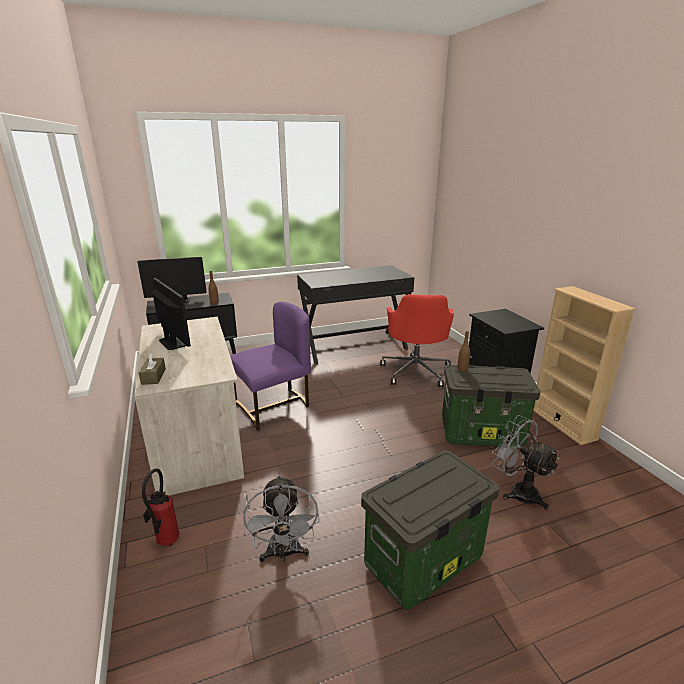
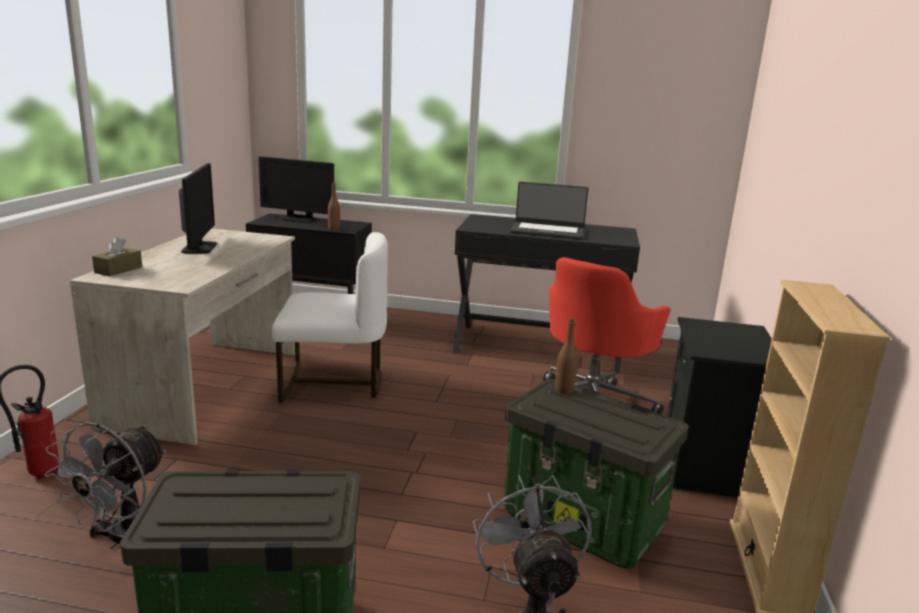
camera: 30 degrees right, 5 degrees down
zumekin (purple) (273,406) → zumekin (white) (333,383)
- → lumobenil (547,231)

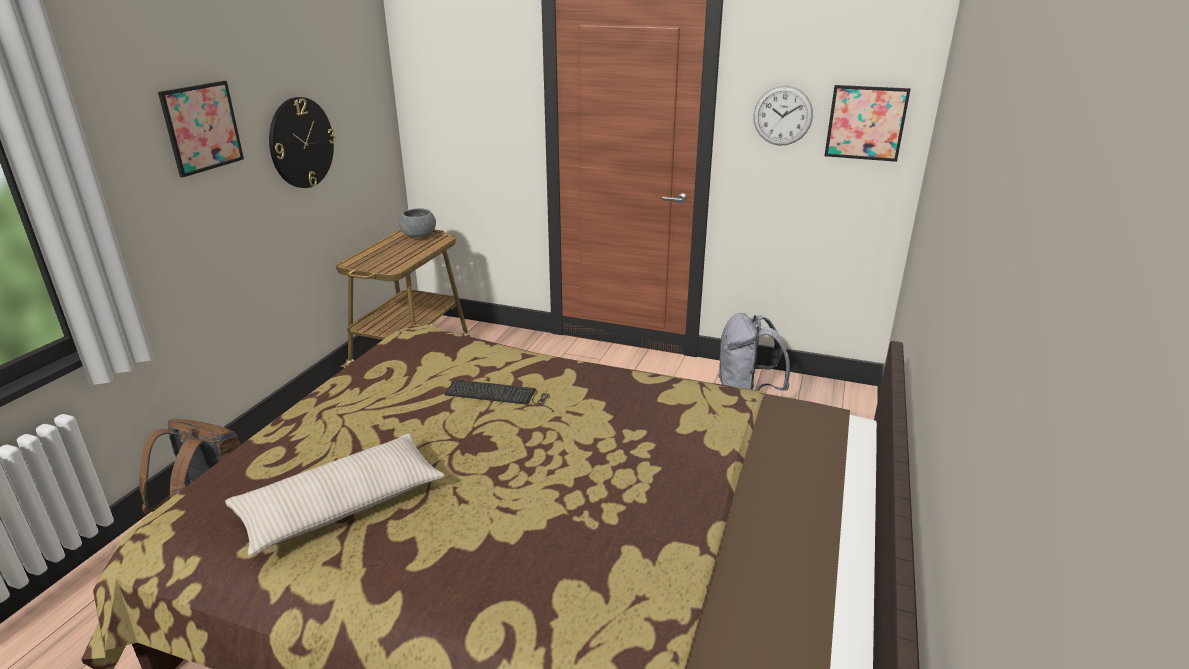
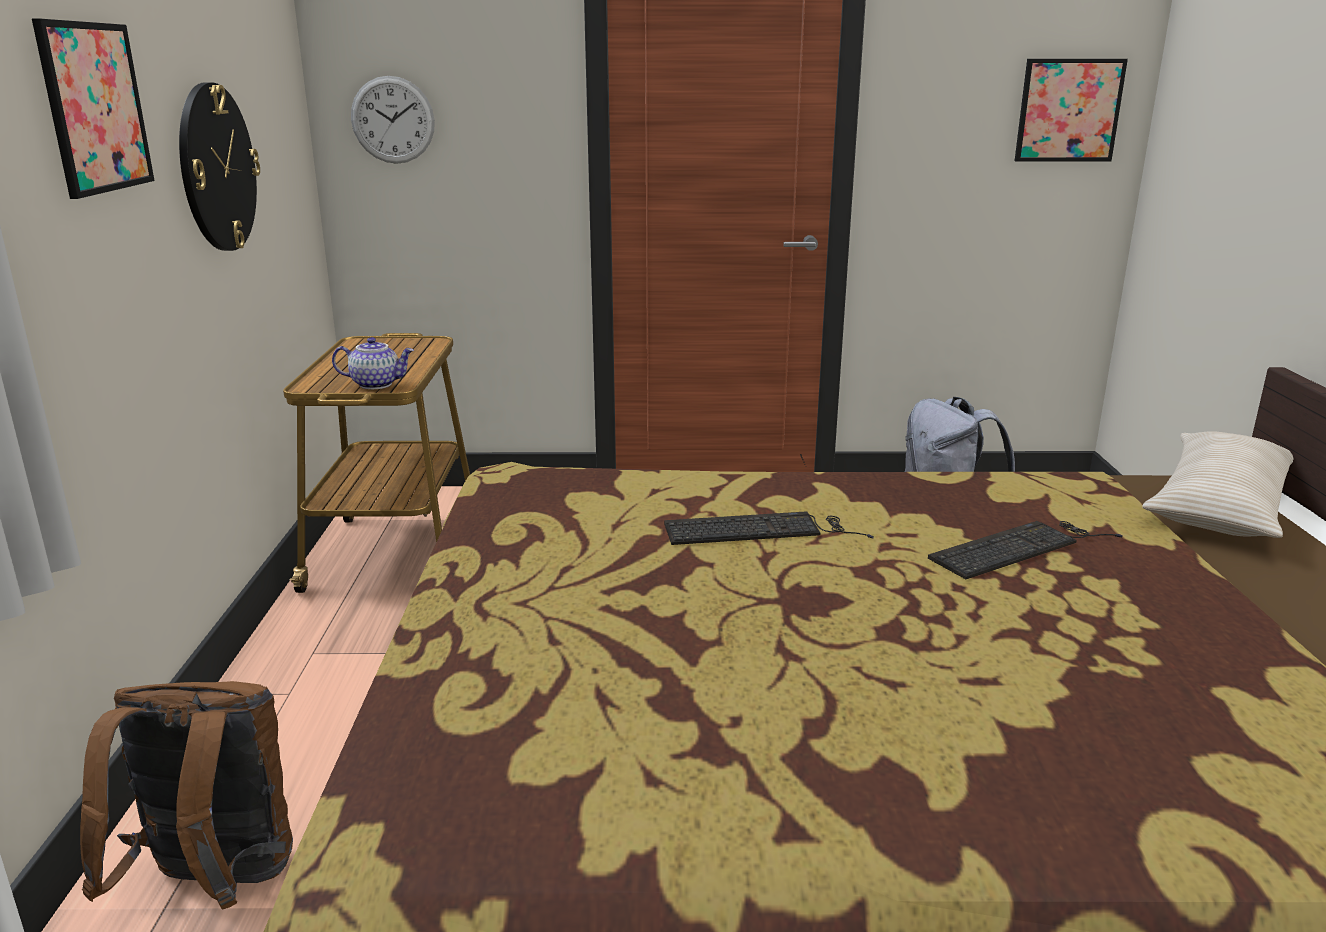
camera: 20 degrees left, 5 degrees down
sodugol (782,115) → sodugol (392,120), relocated
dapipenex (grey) (419,236) → -
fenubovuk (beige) (342,505) → fenubovuk (beige) (1219,505), relocated
- → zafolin (377,384)
- → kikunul (1019,547)

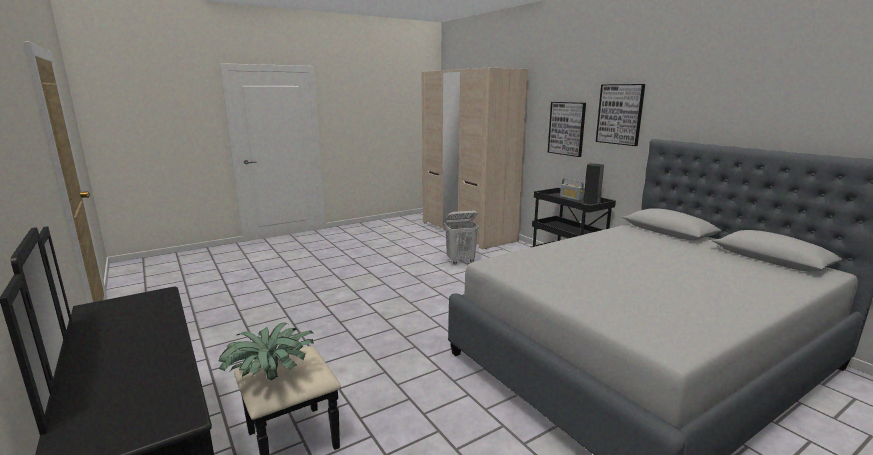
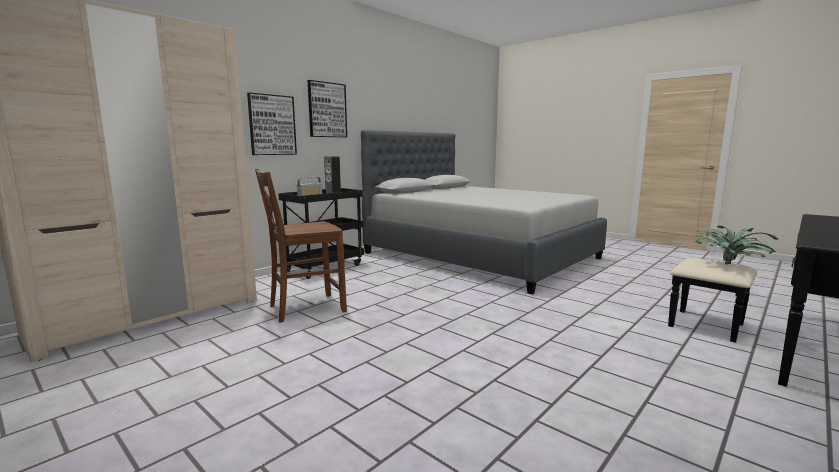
camera: 105 degrees left, 5 degrees down
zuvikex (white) (461,261) → zumekin (brown) (305,308)

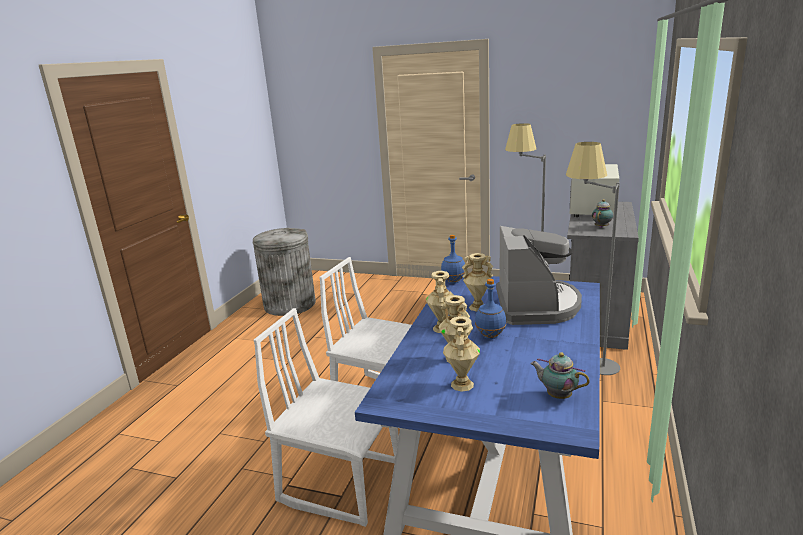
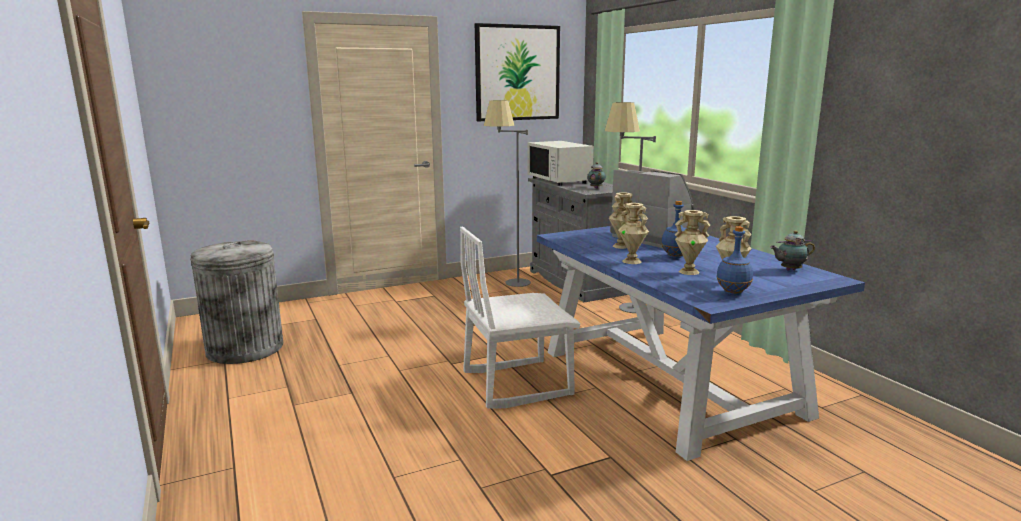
camera: 45 degrees left, 5 degrees down
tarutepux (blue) (453,281) → tarutepux (blue) (732,293), relocated
zumekin (white) (342,481) → -
- → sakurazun (517,73)

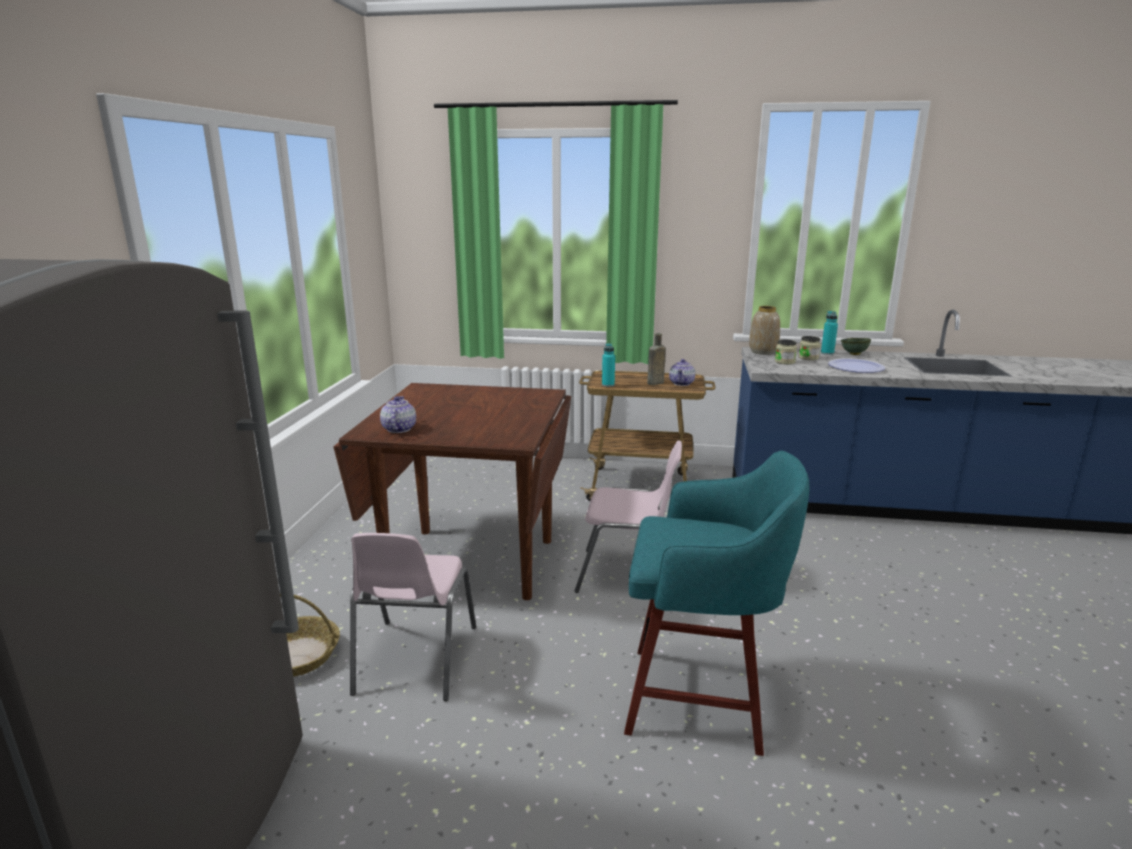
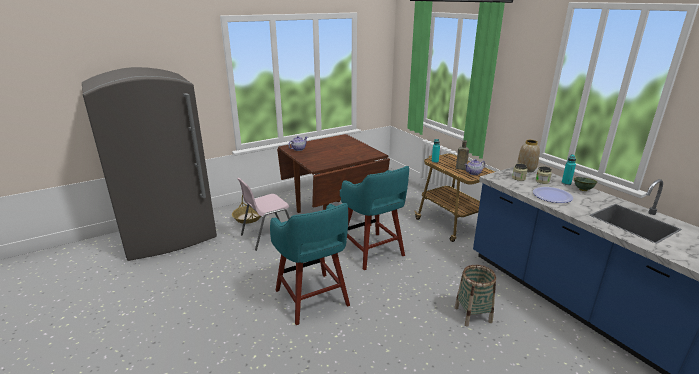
camera: 50 degrees right, 5 degrees up
zumekin (pink) (628,575) → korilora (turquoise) (372,252)
- → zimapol (473,315)

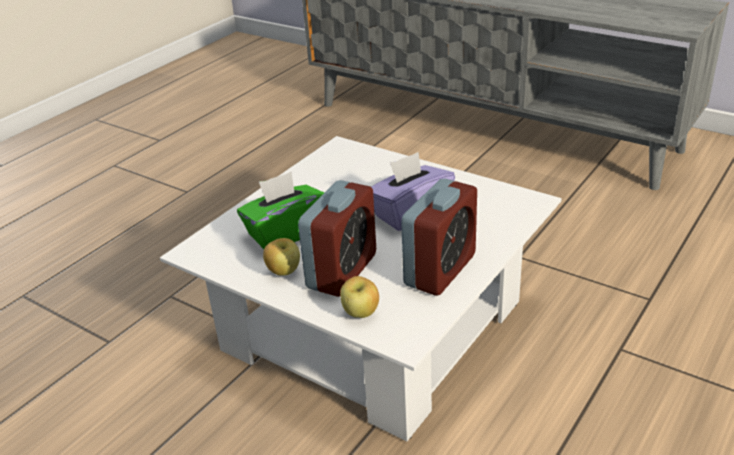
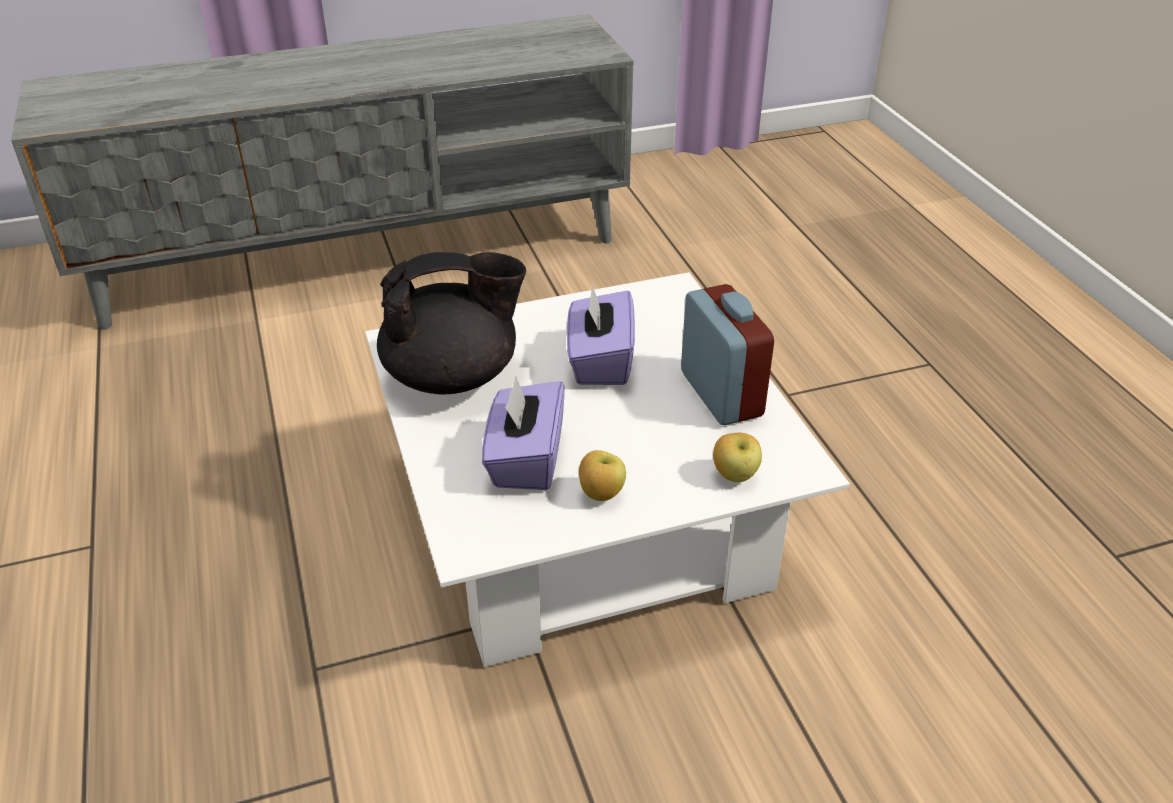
camera: 55 degrees left, 5 degrees up
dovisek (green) (285,233) → dovisek (purple) (525,460)
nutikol (342,271) → -
- → zafolin (black) (454,376)

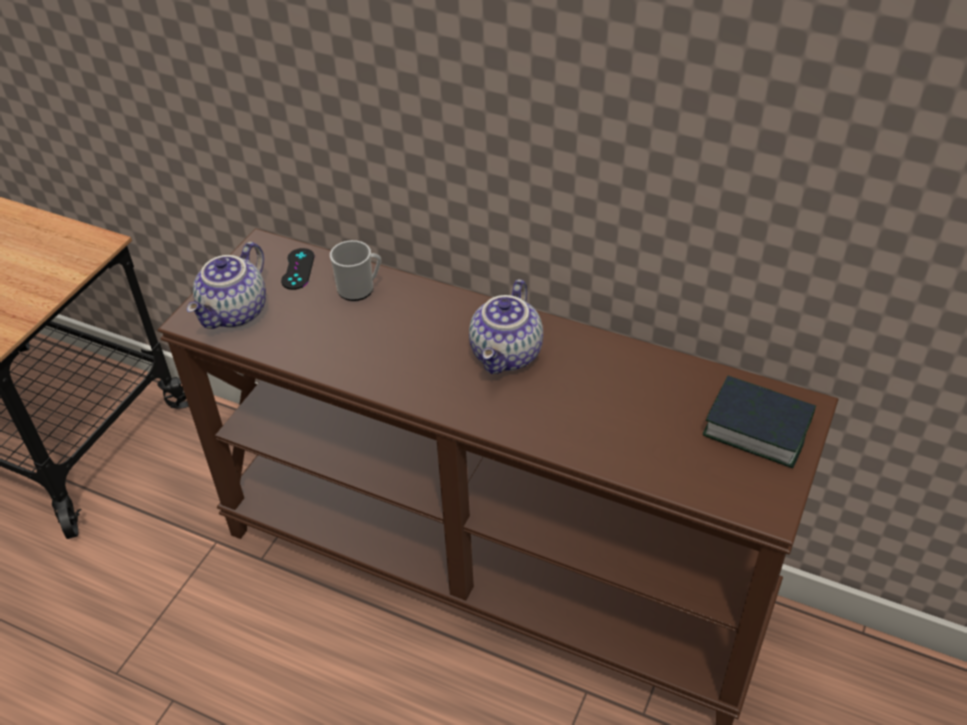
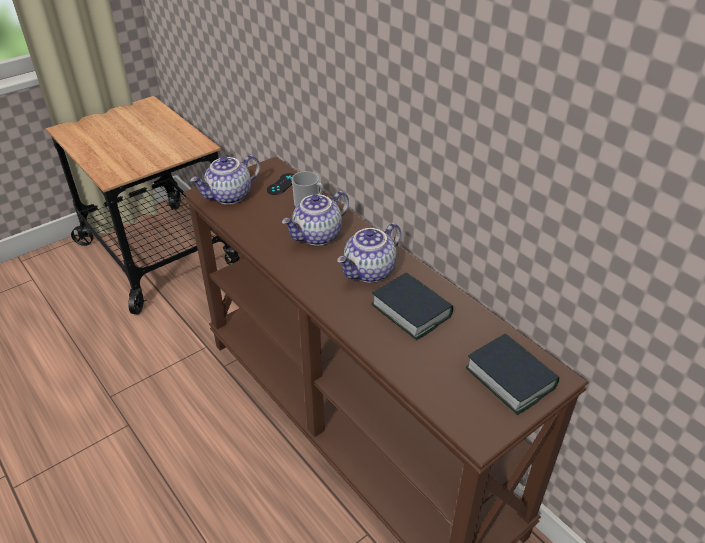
camera: 25 degrees right, 5 degrees down
- → zafolin (318,236)
- → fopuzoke (411,310)

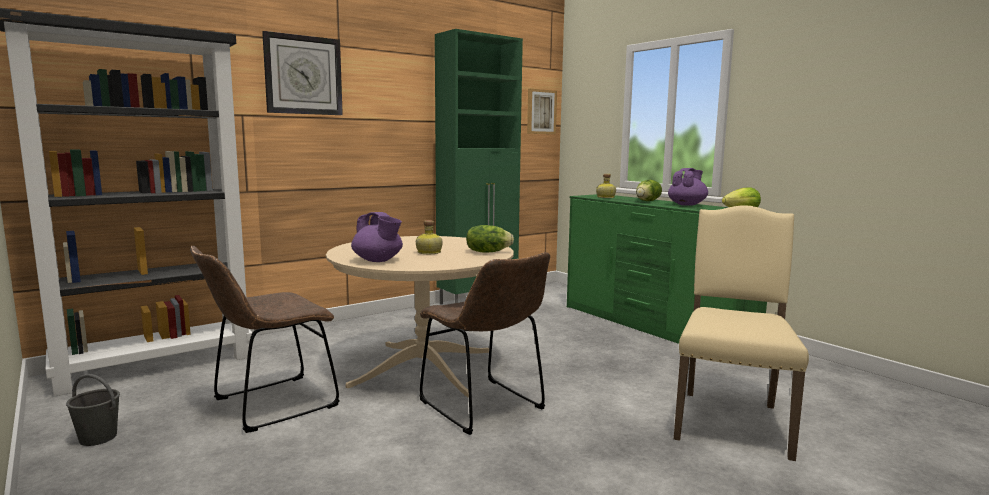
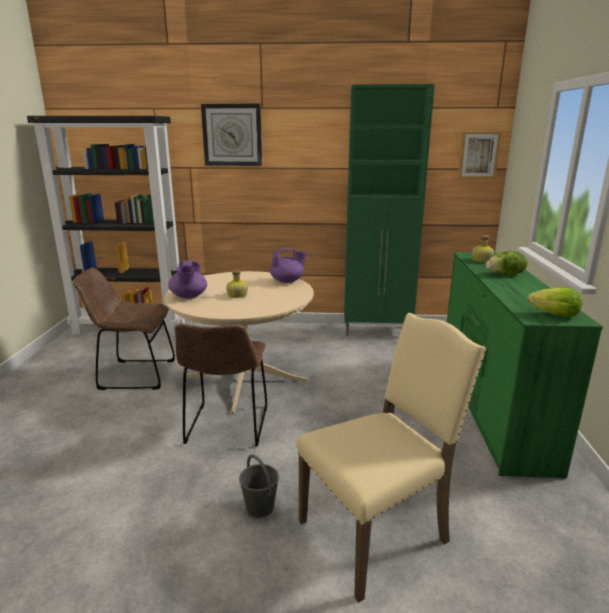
camera: 40 degrees right, 10 degrees up
zafolin (purple) (687,205) → zafolin (purple) (288,281), relocated
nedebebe (488,252) → -
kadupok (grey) (97,438) → kadupok (grey) (260,507), relocated

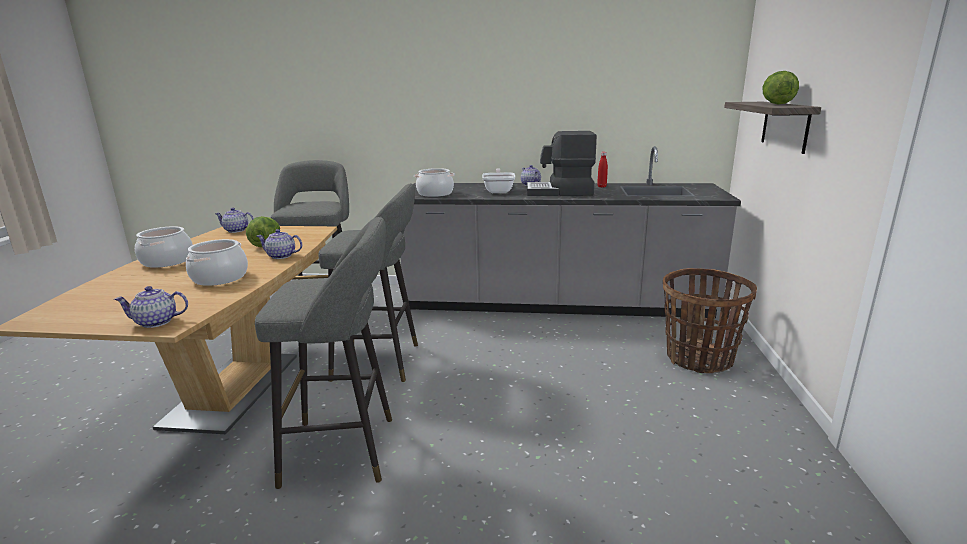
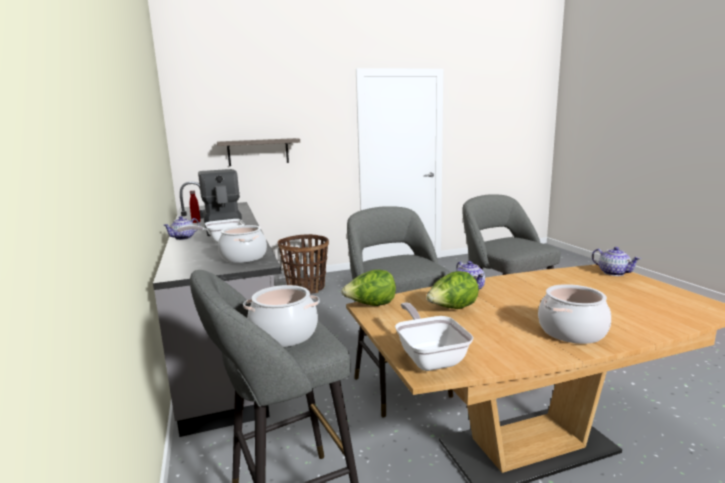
camera: 115 degrees left, 5 degrees down
nedebebe (776,104) → nedebebe (371,305), relocated
zafolin (236,230) → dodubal (429,357)
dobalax (220,278) → dobalax (283,335), relocated

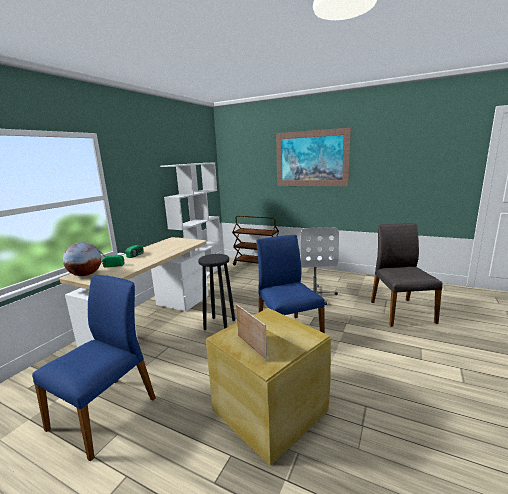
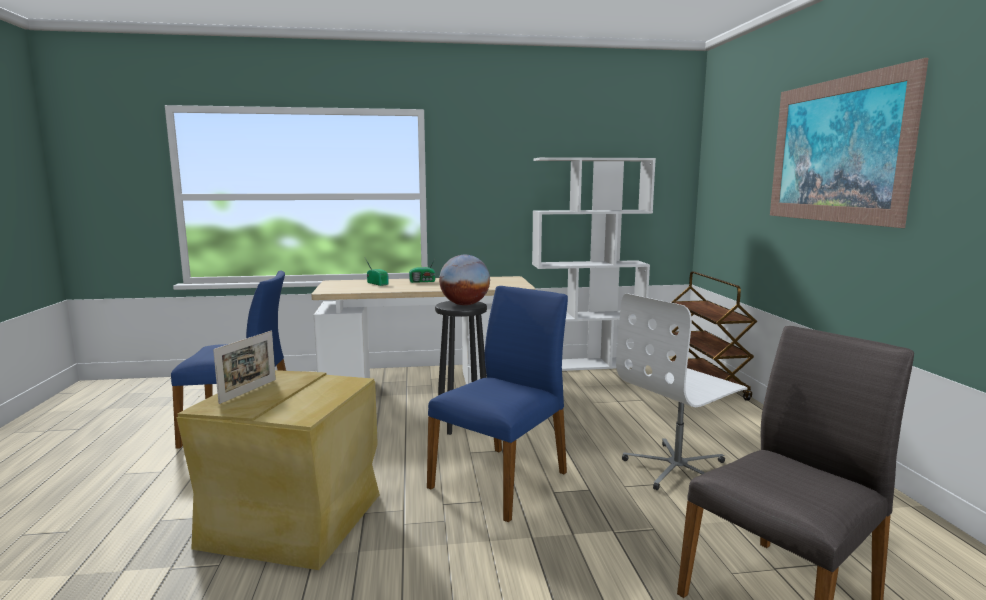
camera: 55 degrees right, 5 degrees down
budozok (85,275) → budozok (464,304), relocated

